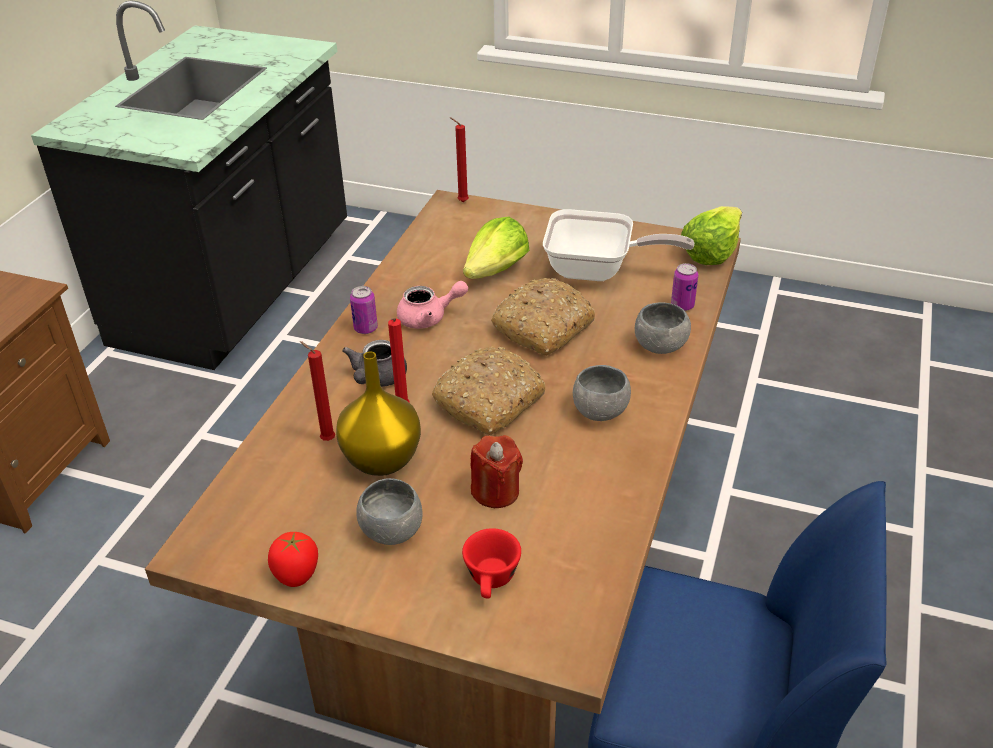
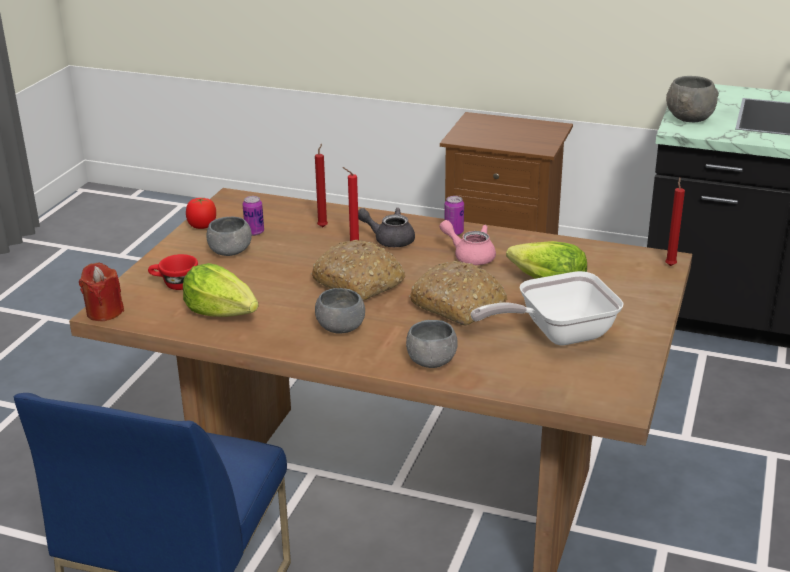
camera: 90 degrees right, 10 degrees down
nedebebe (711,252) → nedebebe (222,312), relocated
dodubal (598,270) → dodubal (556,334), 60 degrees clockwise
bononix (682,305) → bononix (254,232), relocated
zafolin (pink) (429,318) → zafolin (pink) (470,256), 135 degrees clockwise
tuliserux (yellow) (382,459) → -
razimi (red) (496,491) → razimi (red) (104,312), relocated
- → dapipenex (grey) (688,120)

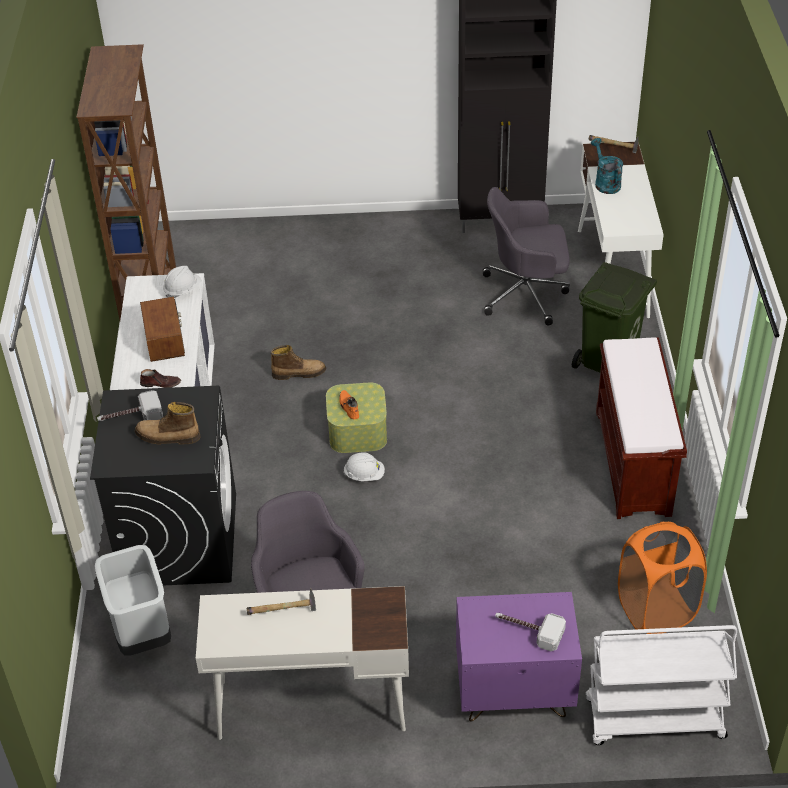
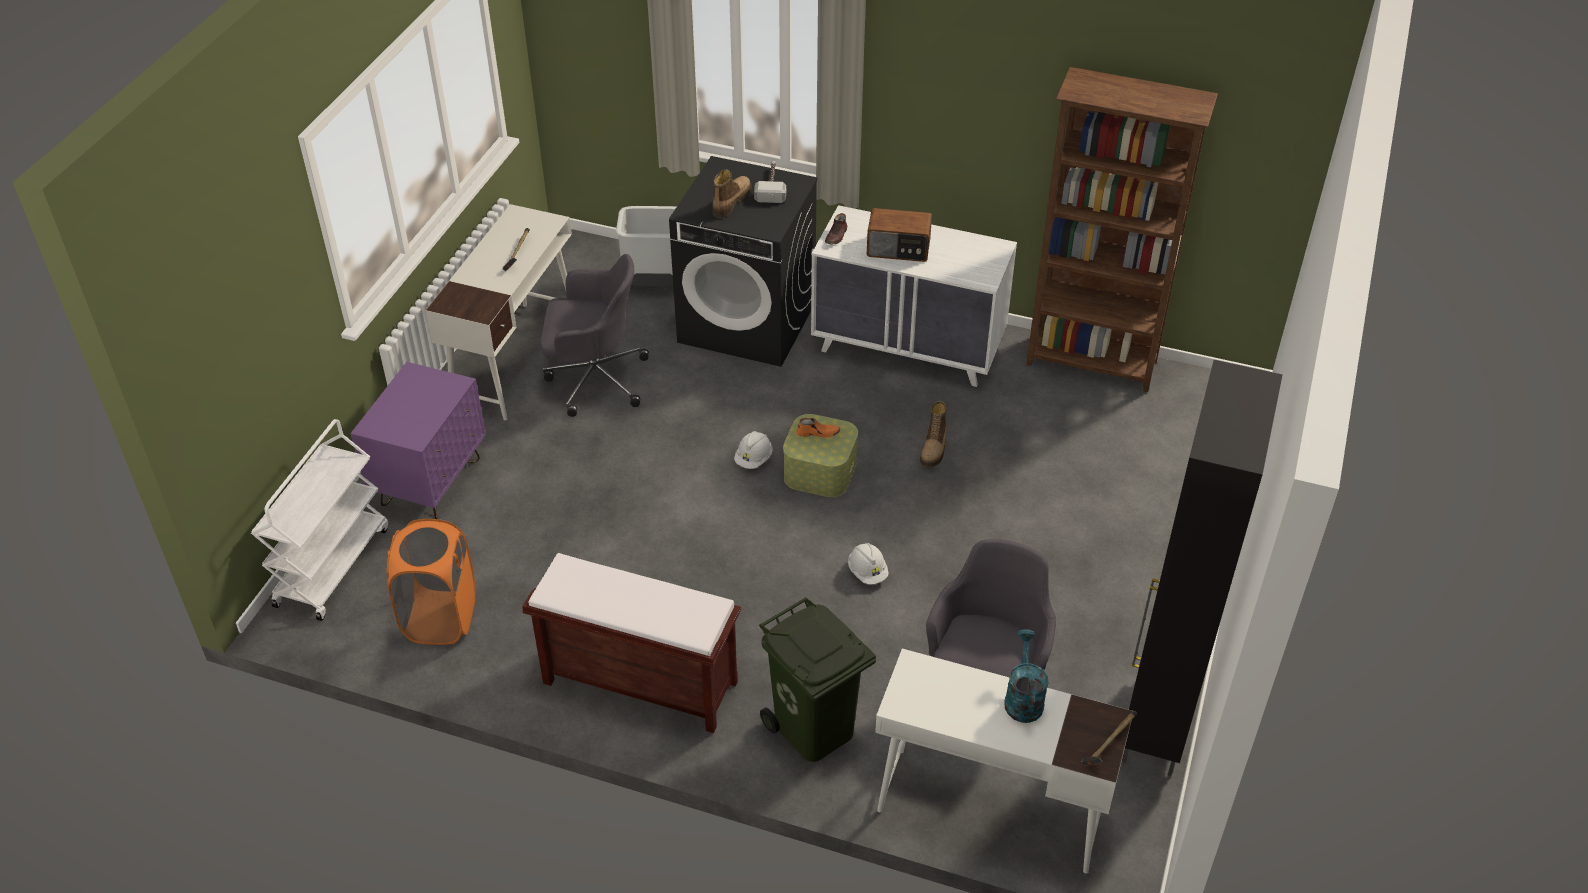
camera: 110 degrees right, 0 degrees up
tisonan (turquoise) (605,182) → tisonan (turquoise) (1023,698), 90 degrees counterclockwise
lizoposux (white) (182,290) → lizoposux (white) (867,572), relocated
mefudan (528,630) → -

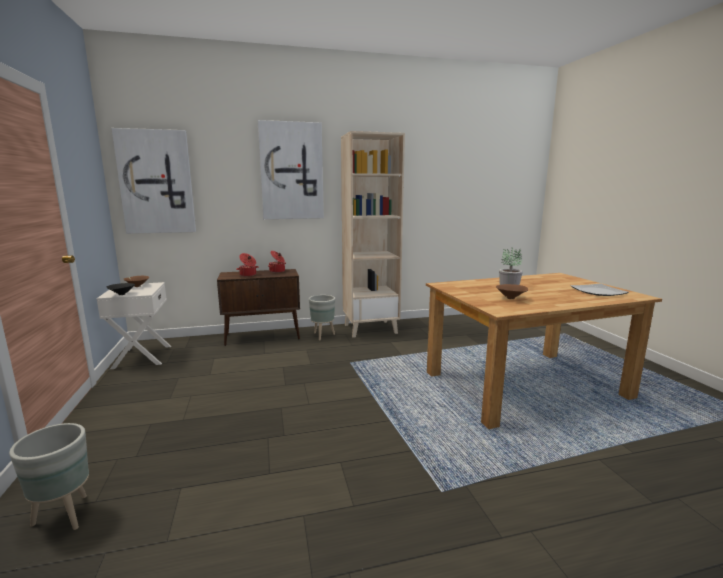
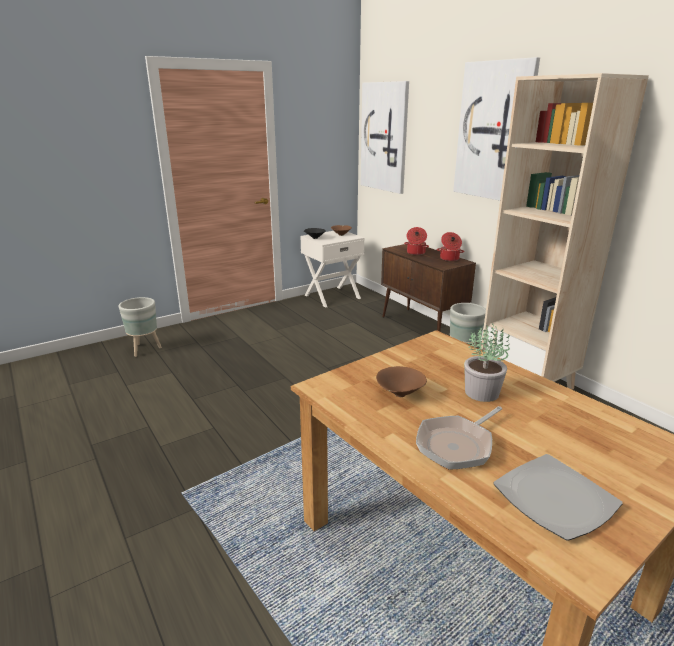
camera: 70 degrees right, 10 degrees up
- → dodubal (457,445)

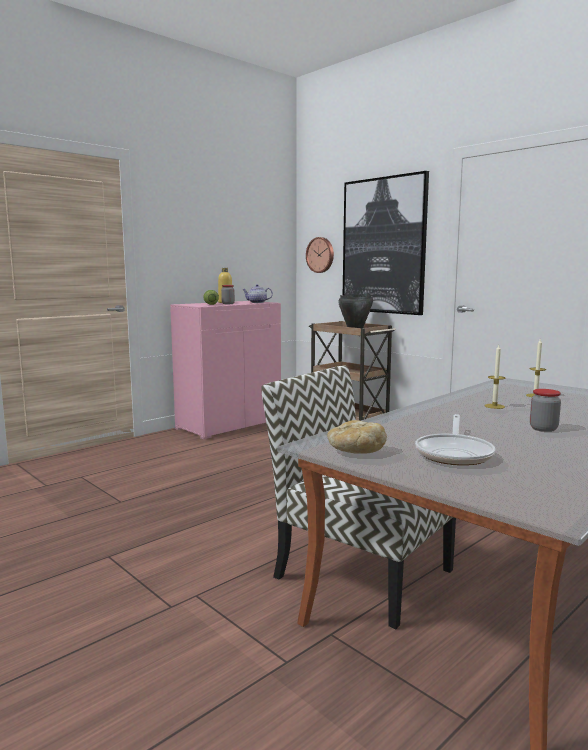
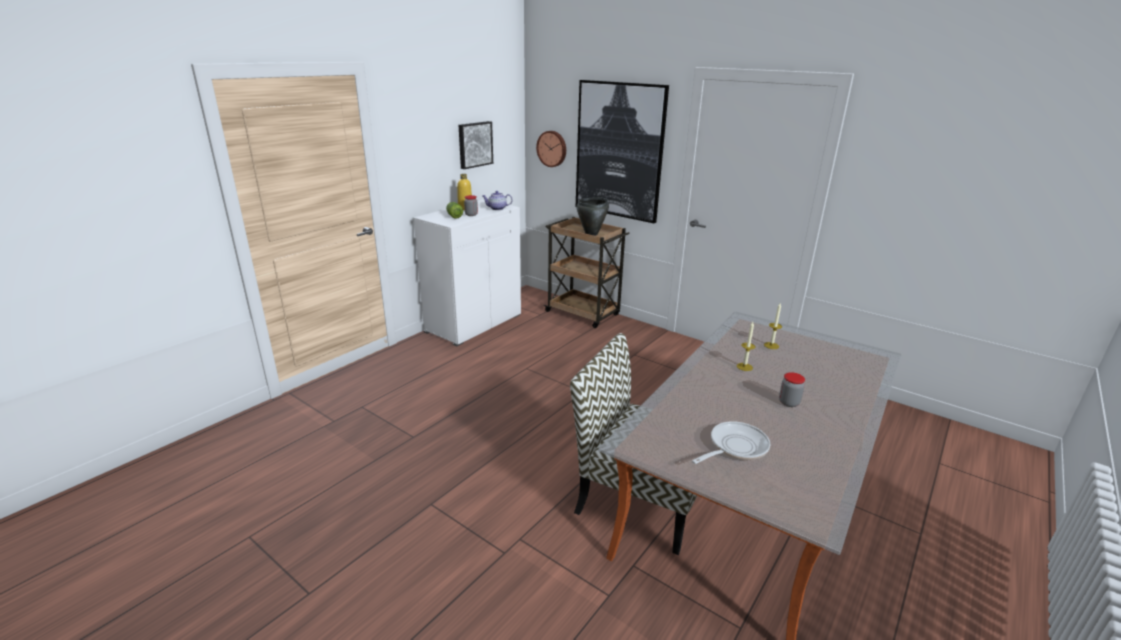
camera: 10 degrees left, 15 degrees up
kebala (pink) (229,424) → kebala (white) (473,323)
dodubal (454,453) → dodubal (734,447), 135 degrees counterclockwise
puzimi (355,451) → -
- → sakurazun (474,144)

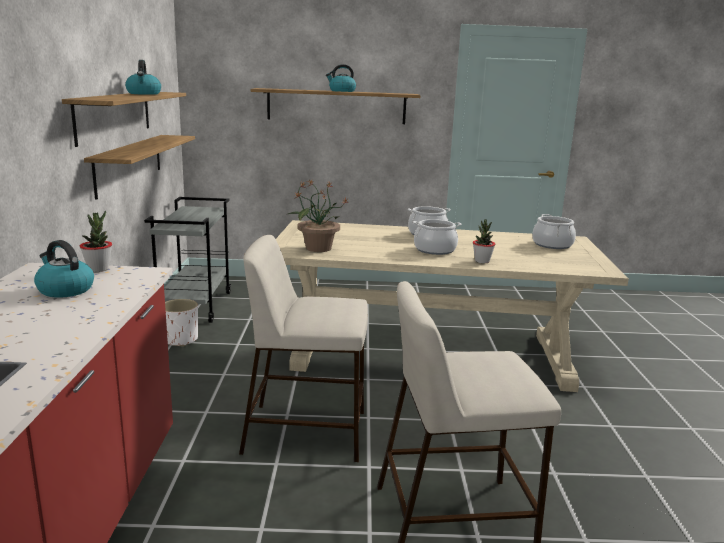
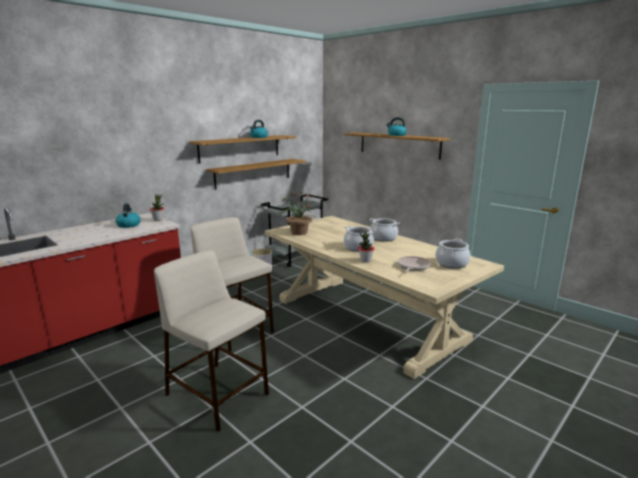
camera: 45 degrees right, 0 degrees up
- → dodubal (412,267)

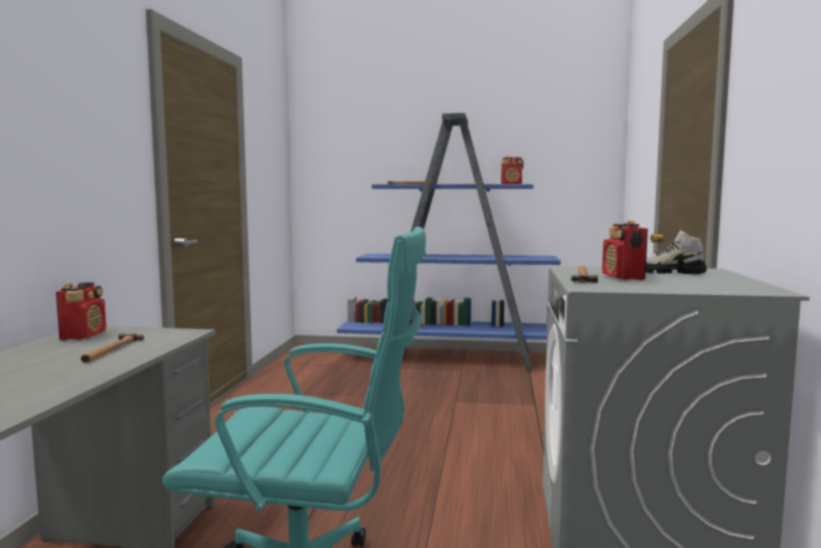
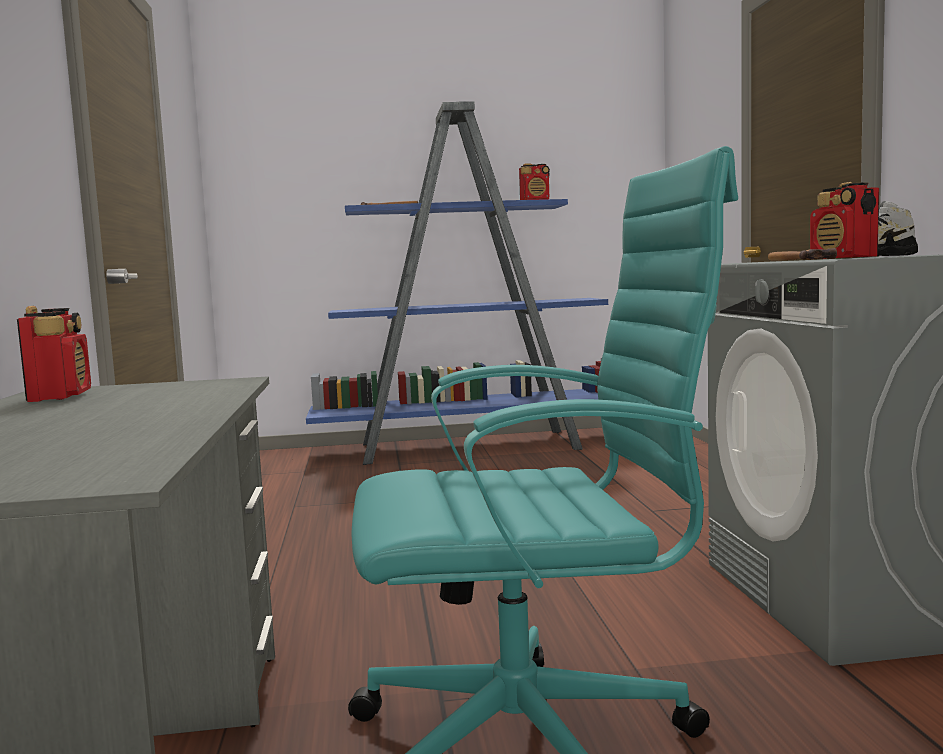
camera: 15 degrees left, 0 degrees up
mefudan (111,350) → -

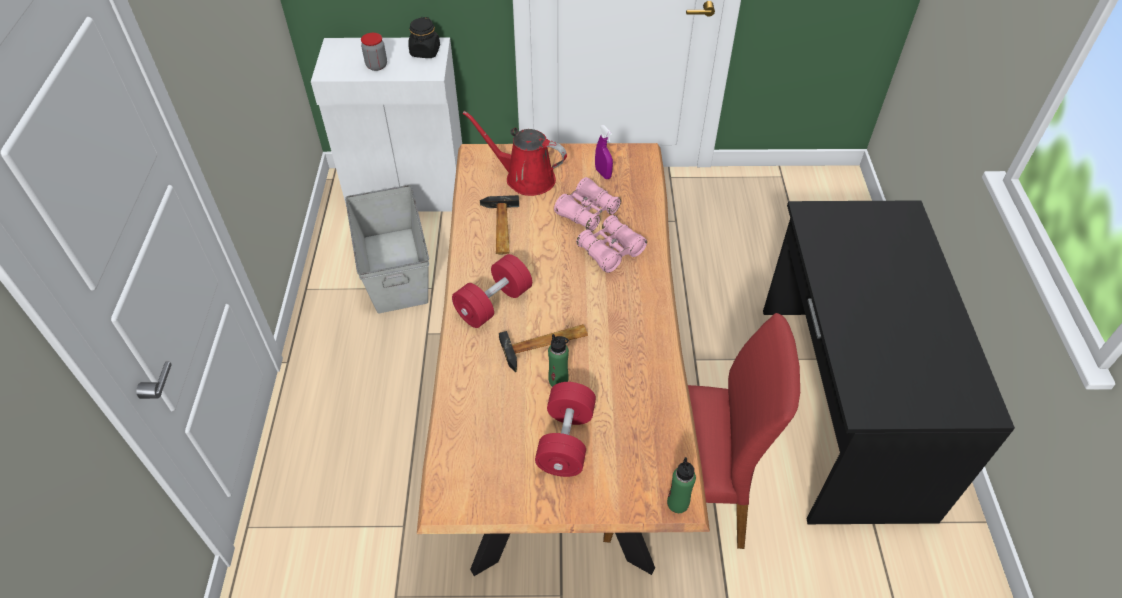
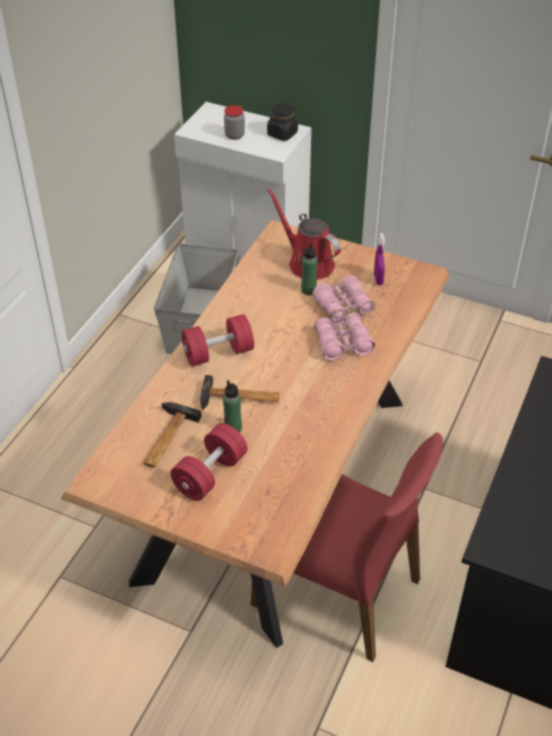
camera: 25 degrees right, 5 degrees down
mefudan (500,228) → mefudan (165,439), relocated
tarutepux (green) (678,503) → tarutepux (green) (308,290), relocated

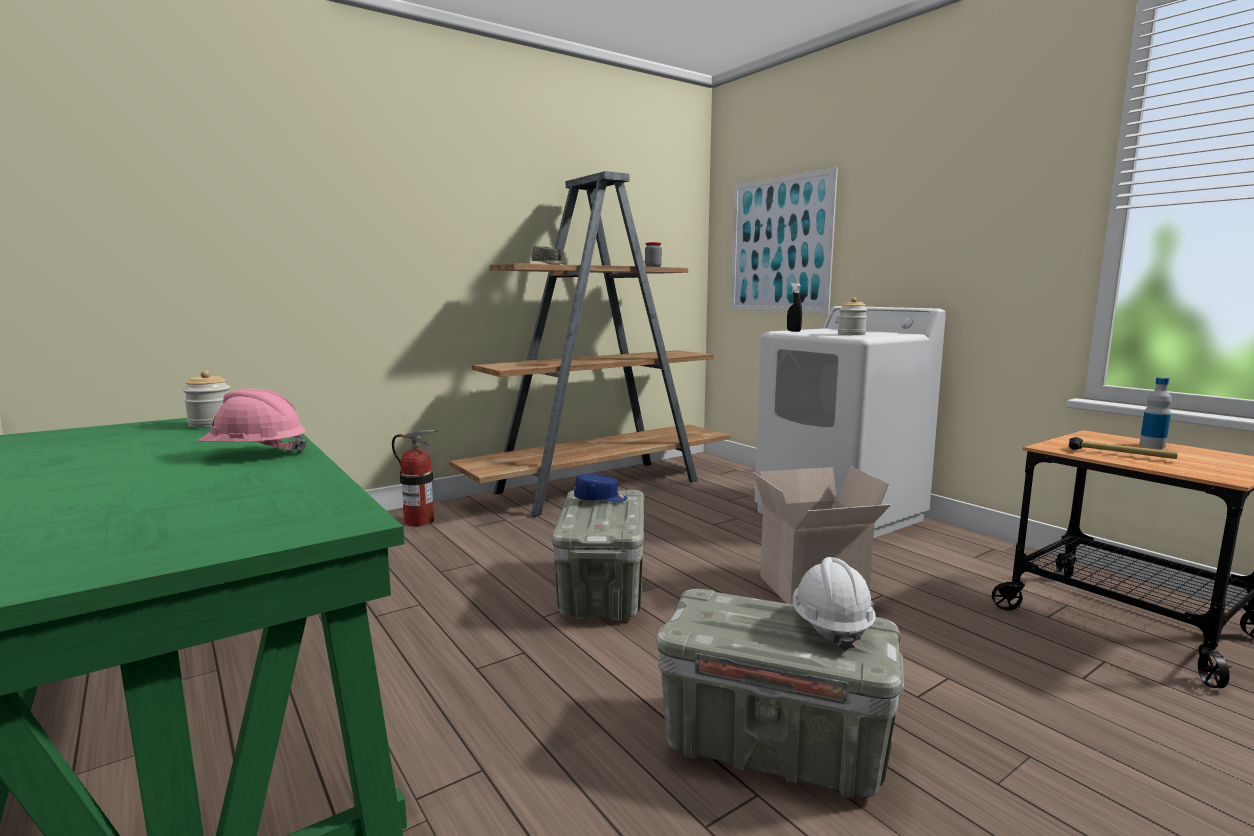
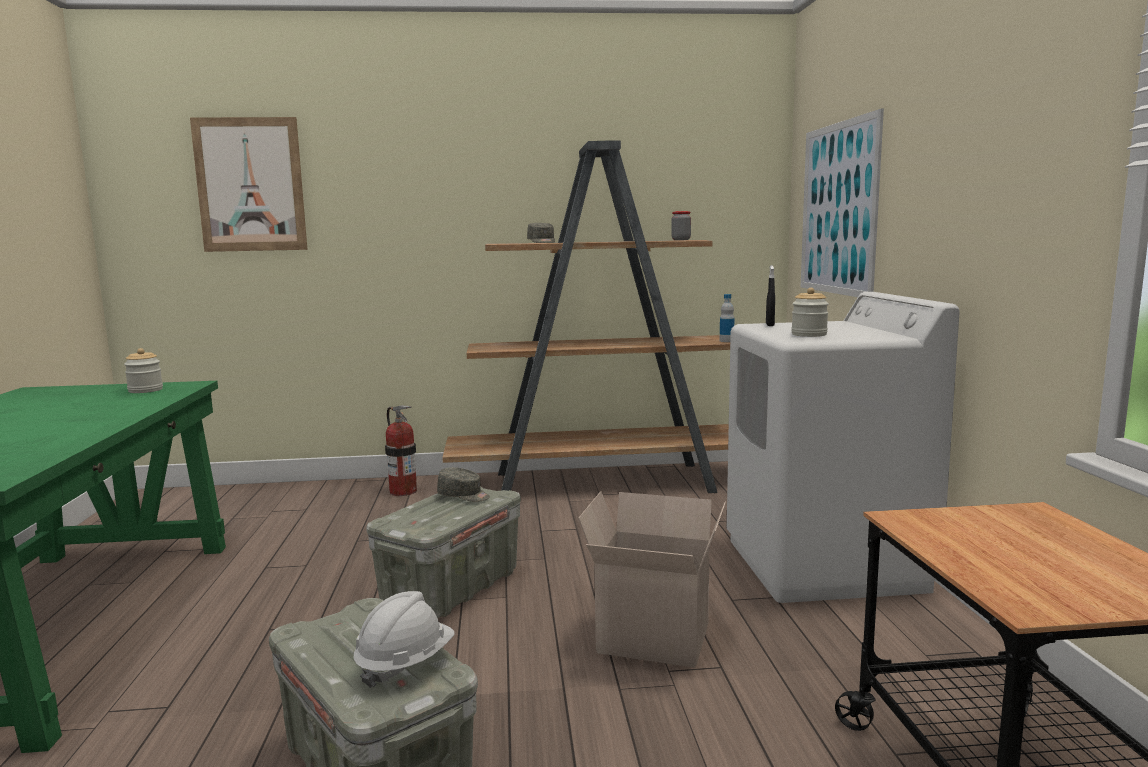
camera: 30 degrees right, 0 degrees up
tarutepux (1152,446) → tarutepux (726,341), relocated
lizoposux (pink) (255,454) → -
mefudan (1120,454) → -
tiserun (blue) (601,499) → tiserun (grey) (464,496)
- → sakurazun (250,185)

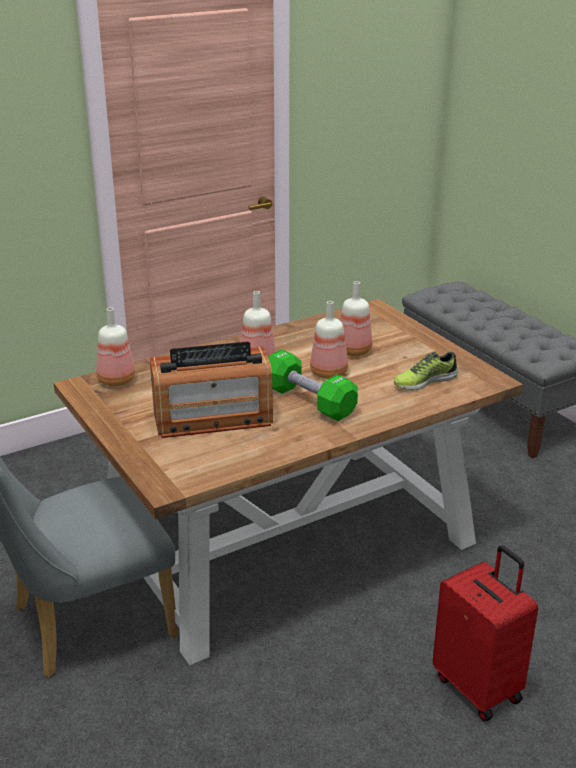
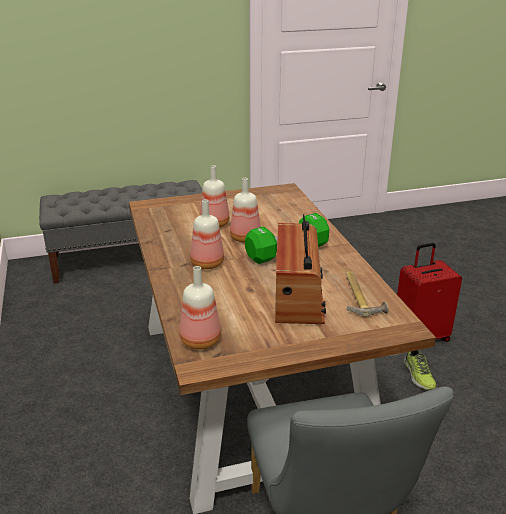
camera: 75 degrees left, 0 degrees up
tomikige (424,381) → tomikige (418,375), relocated
- → mefudan (361,297)

